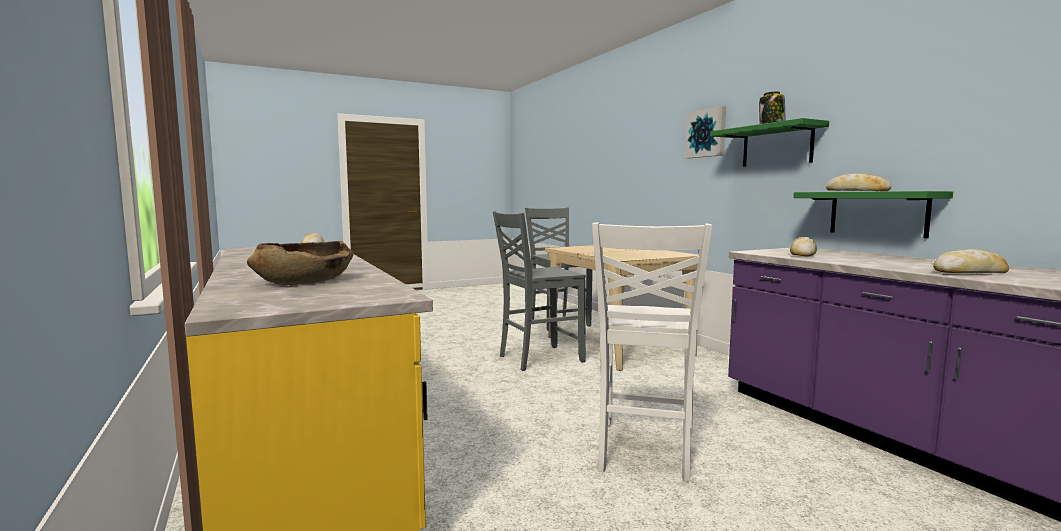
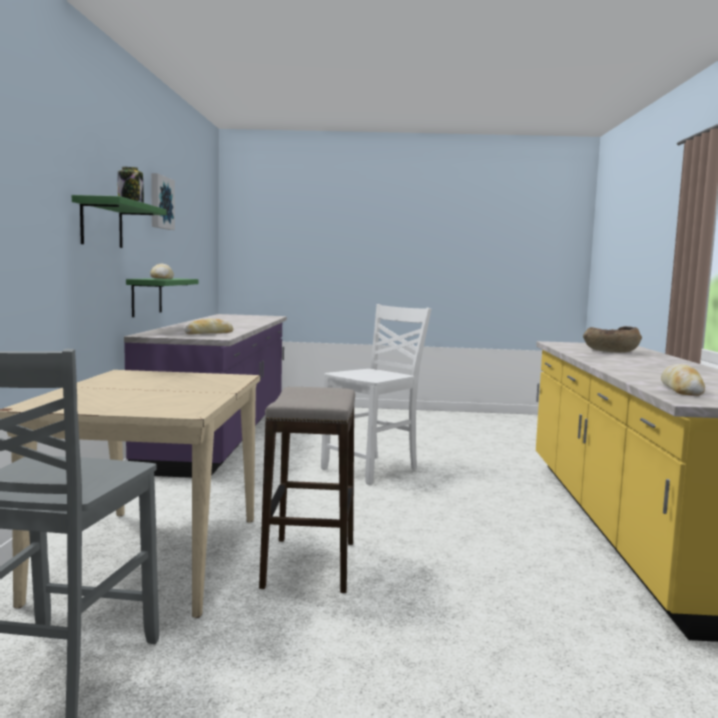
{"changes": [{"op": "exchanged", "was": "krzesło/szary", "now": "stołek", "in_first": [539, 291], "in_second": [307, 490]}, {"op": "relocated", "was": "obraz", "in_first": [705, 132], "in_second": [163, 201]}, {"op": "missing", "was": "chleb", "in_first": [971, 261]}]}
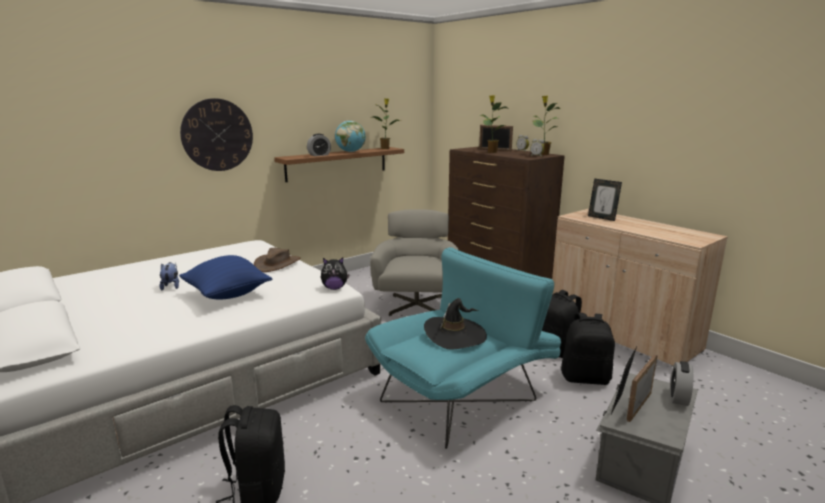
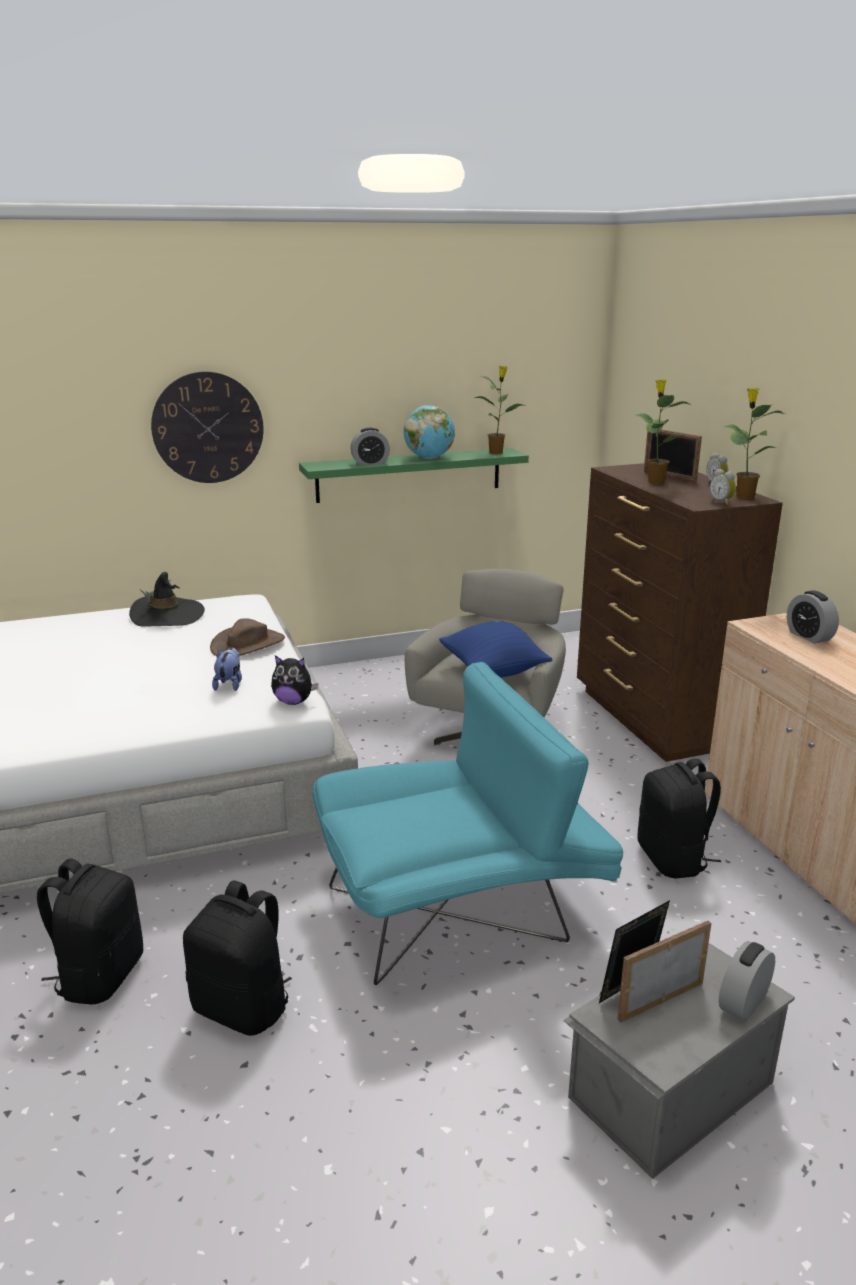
{"changes": [{"op": "relocated", "was": "pluszak", "in_first": [169, 276], "in_second": [227, 669]}, {"op": "relocated", "was": "poduszka/niebieski", "in_first": [225, 277], "in_second": [495, 649]}, {"op": "colour", "was": "półka/brązowy", "now": "półka/zielony", "in_first": [339, 164], "in_second": [414, 475]}, {"op": "relocated", "was": "kapelusz/czarny", "in_first": [455, 323], "in_second": [167, 599]}, {"op": "relocated", "was": "plecak/czarny", "in_first": [588, 349], "in_second": [237, 958]}, {"op": "exchanged", "was": "ramka na zdjęcie", "now": "budzik", "in_first": [605, 200], "in_second": [813, 617]}]}
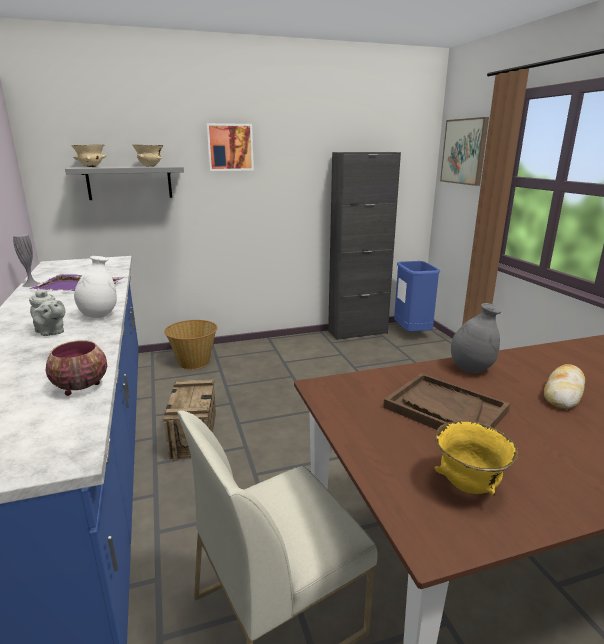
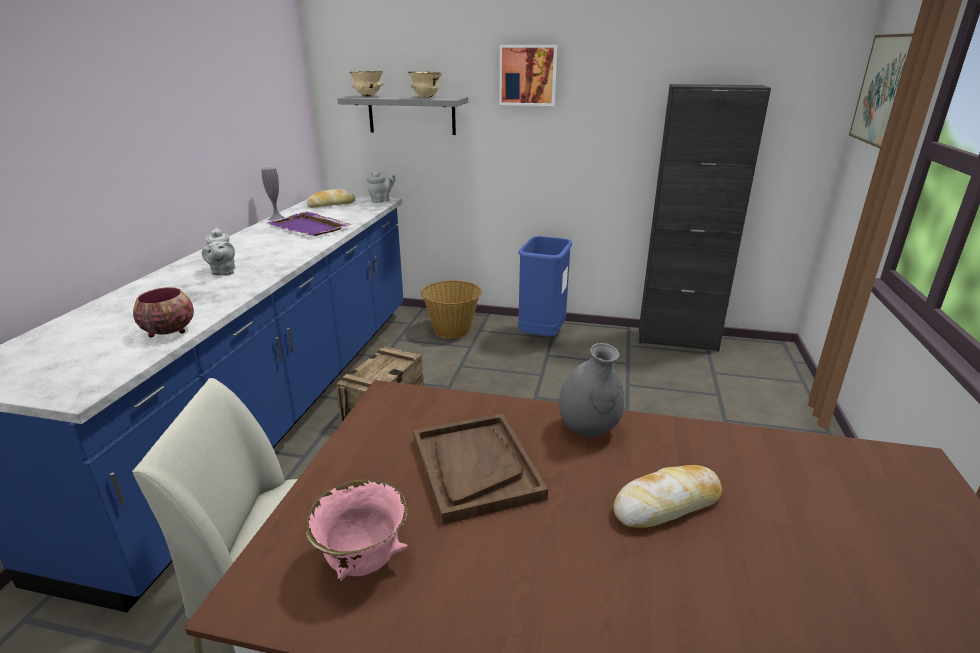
{"changes": [{"op": "missing", "was": "wazon/biały", "in_first": [95, 287]}, {"op": "relocated", "was": "kosz na śmieci/niebieski", "in_first": [417, 296], "in_second": [545, 286]}, {"op": "colour", "was": "miska/żółty", "now": "miska/różowy", "in_first": [476, 458], "in_second": [356, 530]}, {"op": "appeared", "now": "chleb", "in_second": [331, 198]}, {"op": "appeared", "now": "imbryk/szary", "in_second": [381, 187]}]}
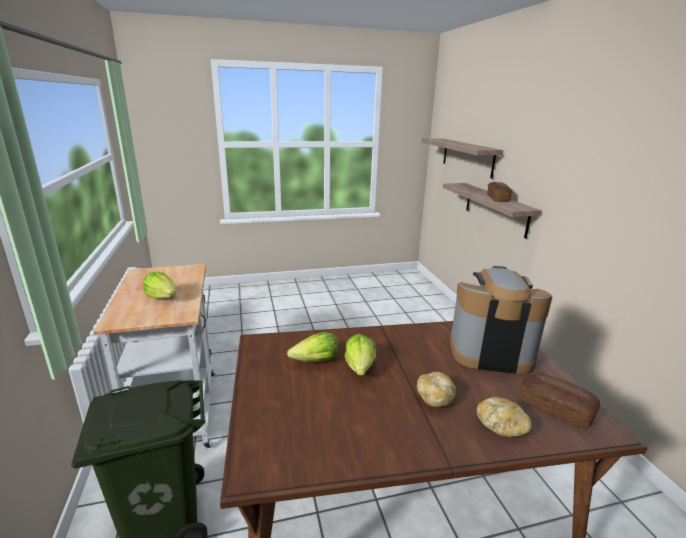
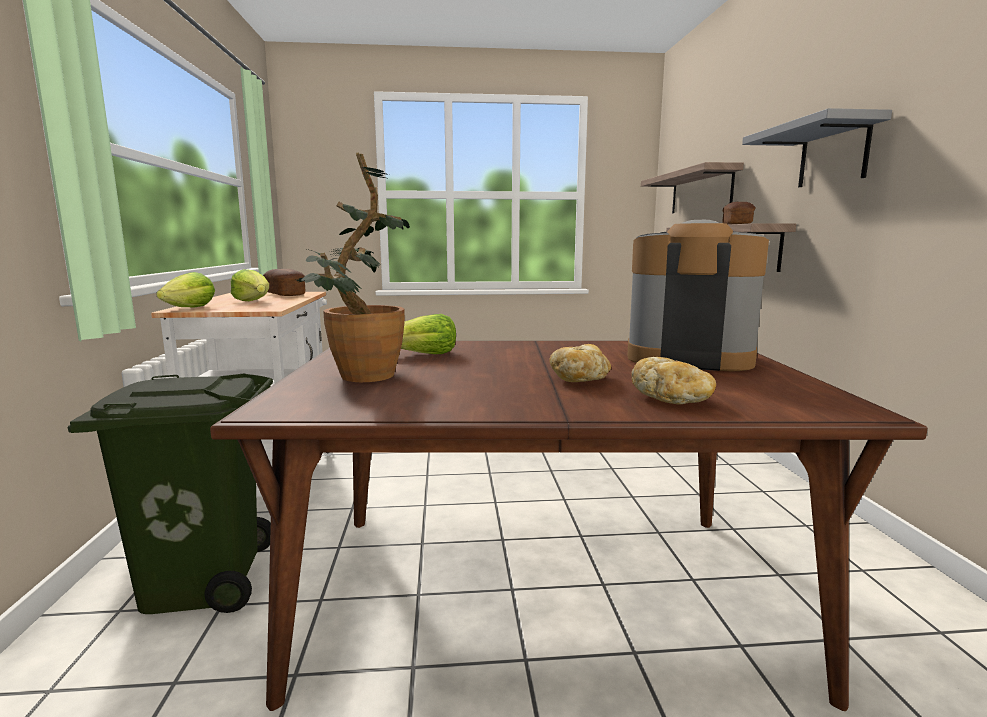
{"changes": [{"op": "relocated", "was": "sałata", "in_first": [360, 354], "in_second": [185, 290]}, {"op": "relocated", "was": "chleb", "in_first": [560, 400], "in_second": [284, 282]}, {"op": "appeared", "now": "roślina doniczkowa", "in_second": [352, 267]}, {"op": "appeared", "now": "półka/szary", "in_second": [817, 147]}]}
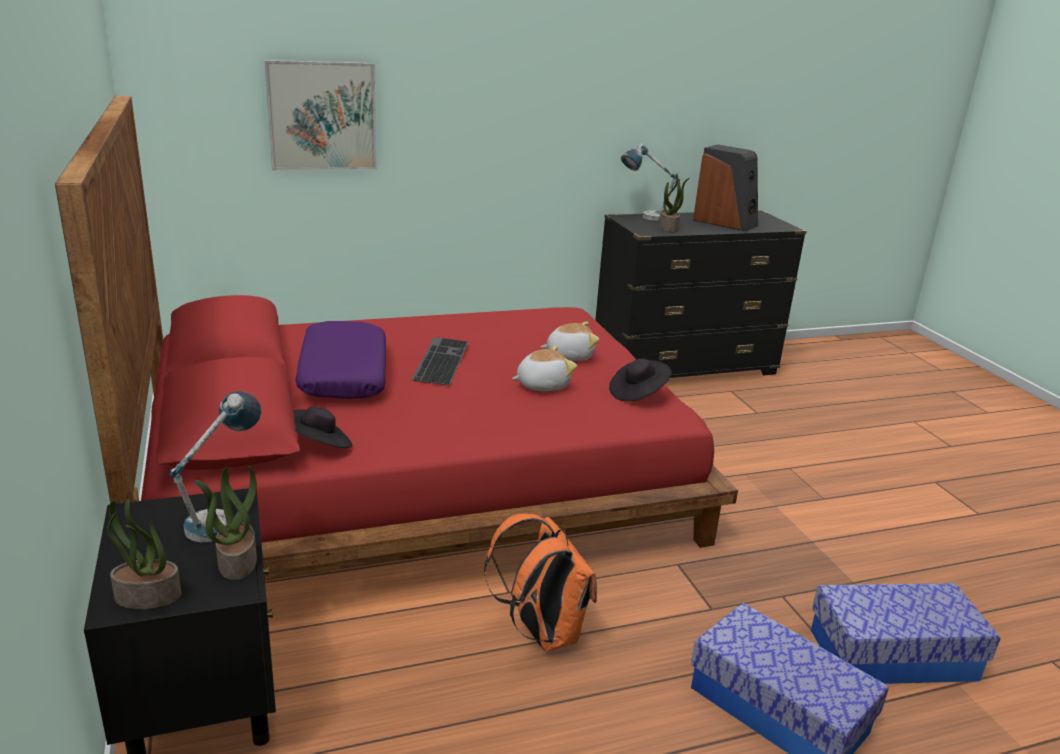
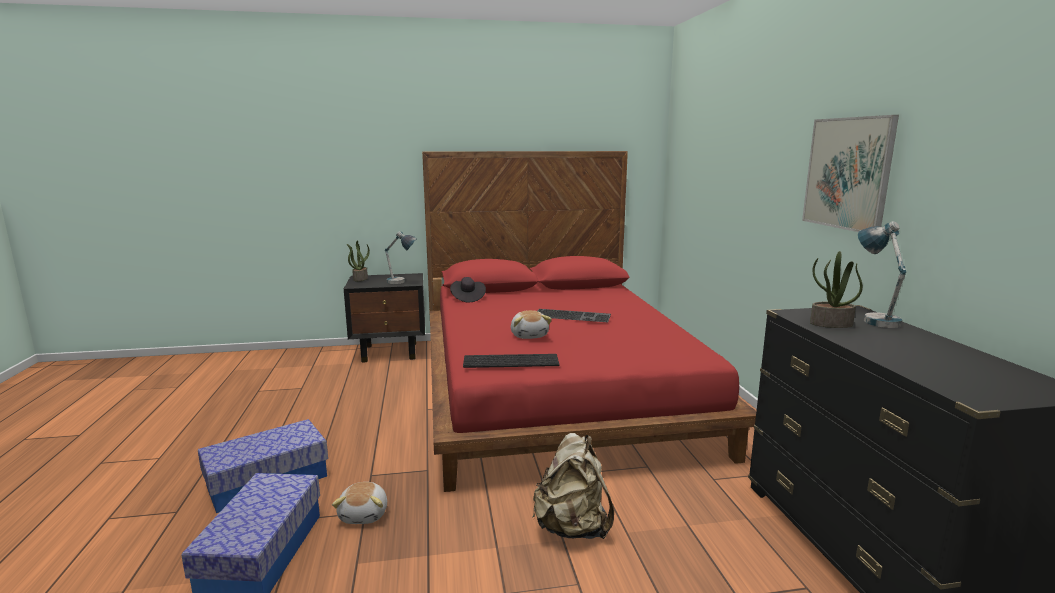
{"changes": [{"op": "missing", "was": "roślina doniczkowa", "in_first": [225, 523]}, {"op": "relocated", "was": "obraz", "in_first": [320, 115], "in_second": [850, 173]}, {"op": "missing", "was": "poduszka/fioletowy", "in_first": [341, 360]}, {"op": "missing", "was": "plecak/pomarańczowy", "in_first": [540, 582]}, {"op": "relocated", "was": "pluszak", "in_first": [570, 341], "in_second": [359, 503]}, {"op": "exchanged", "was": "kapelusz/czarny", "now": "klawiatura", "in_first": [640, 379], "in_second": [511, 361]}, {"op": "missing", "was": "głośnik", "in_first": [725, 188]}, {"op": "appeared", "now": "plecak/beżowy", "in_second": [573, 486]}]}
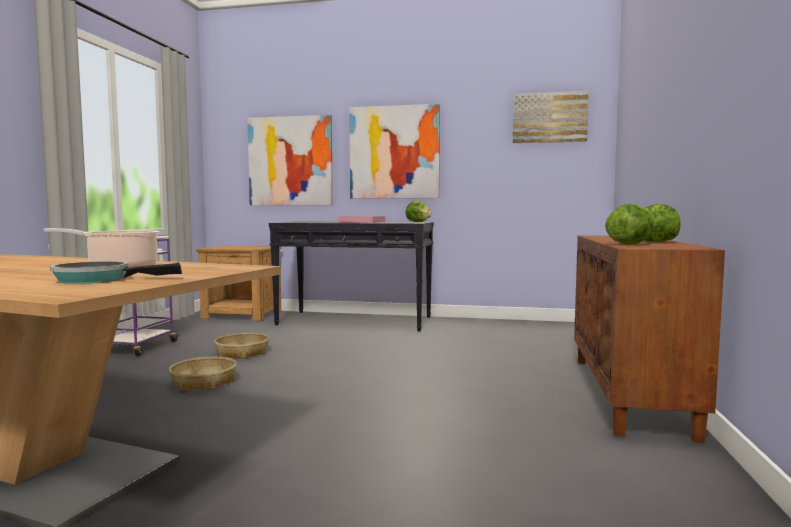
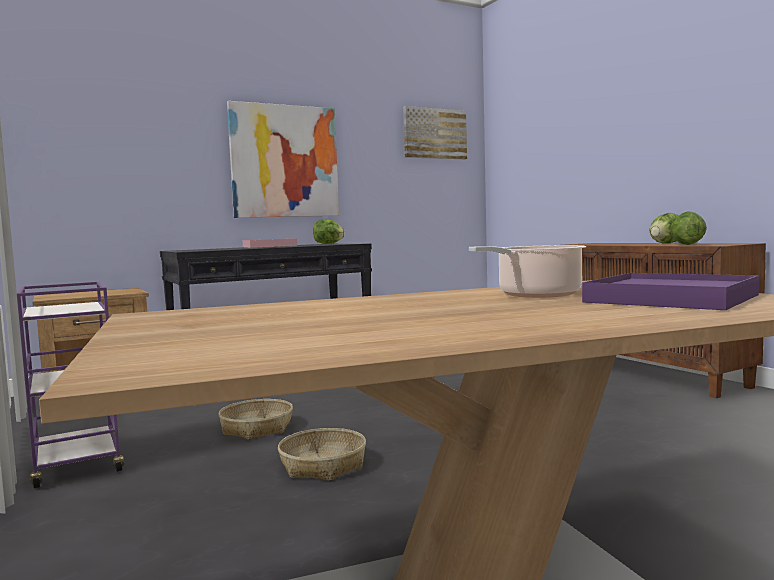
{"changes": [{"op": "exchanged", "was": "patelnia", "now": "taca/fioletowy", "in_first": [116, 272], "in_second": [670, 291]}, {"op": "missing", "was": "obraz", "in_first": [290, 160]}]}
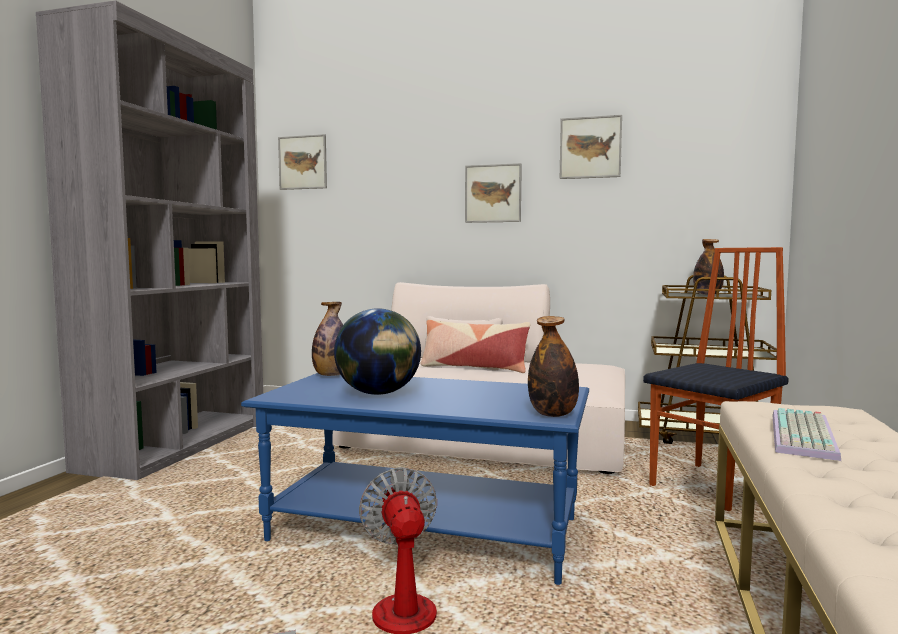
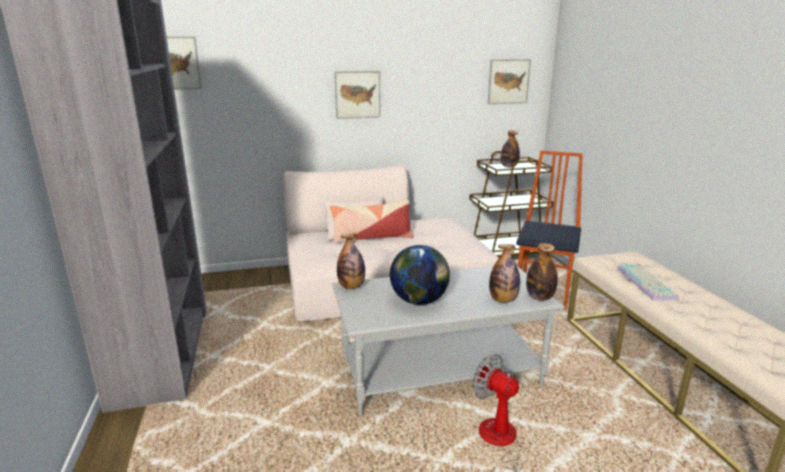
{"changes": [{"op": "colour", "was": "ława/niebieski", "now": "ława/szary", "in_first": [415, 479], "in_second": [448, 340]}, {"op": "relocated", "was": "obraz", "in_first": [591, 147], "in_second": [509, 81]}, {"op": "appeared", "now": "butelka", "in_second": [504, 273]}]}
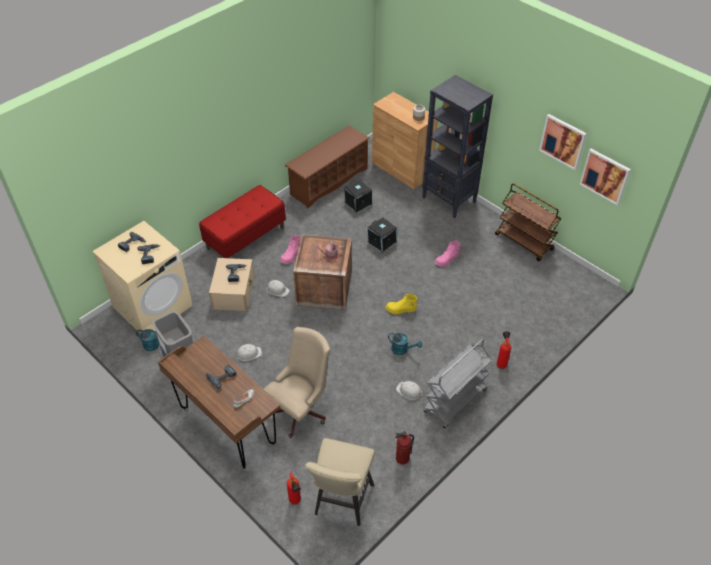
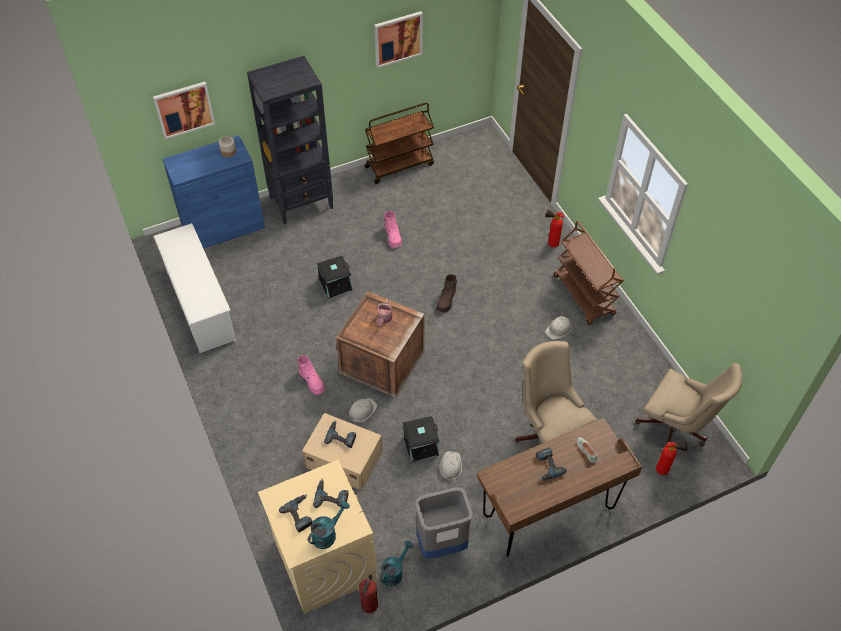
{"changes": [{"op": "missing", "was": "ławka/czerwony", "in_first": [242, 221]}, {"op": "colour", "was": "regał na buty/brązowy", "now": "regał na buty/biały", "in_first": [327, 166], "in_second": [195, 288]}, {"op": "exchanged", "was": "stołek/beżowy", "now": "krzesło biurowe/beżowy", "in_first": [340, 482], "in_second": [689, 407]}, {"op": "relocated", "was": "pojemnik do przechowywania/czarny", "in_first": [358, 196], "in_second": [421, 439]}, {"op": "colour", "was": "szafka/brązowy", "now": "szafka/niebieski", "in_first": [405, 140], "in_second": [213, 192]}, {"op": "colour", "was": "but z cholewką/żółty", "now": "but z cholewką/brązowy", "in_first": [401, 304], "in_second": [447, 293]}, {"op": "relocated", "was": "konewka/turkusowy", "in_first": [405, 344], "in_second": [329, 525]}, {"op": "relocated", "was": "gaśnica", "in_first": [404, 448], "in_second": [368, 593]}, {"op": "colour", "was": "wózek/szary", "now": "wózek/brązowy", "in_first": [458, 384], "in_second": [589, 273]}, {"op": "relocated", "was": "obraz", "in_first": [605, 177], "in_second": [184, 110]}]}
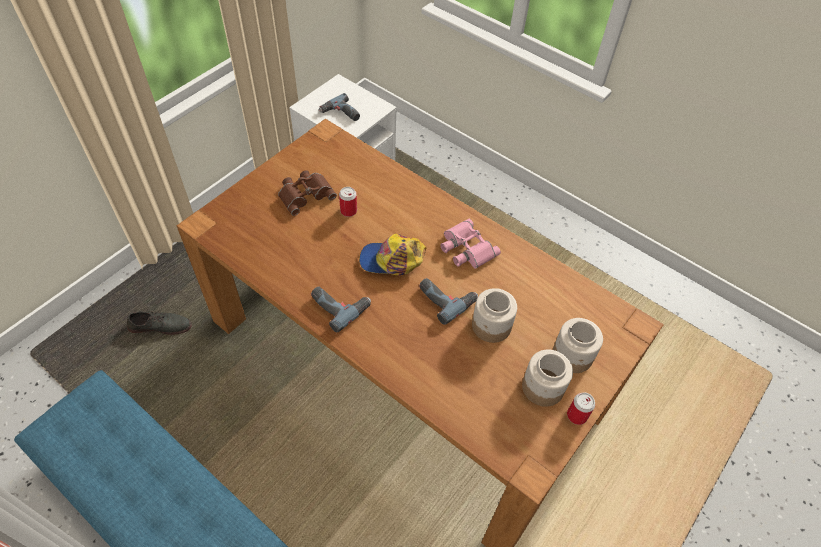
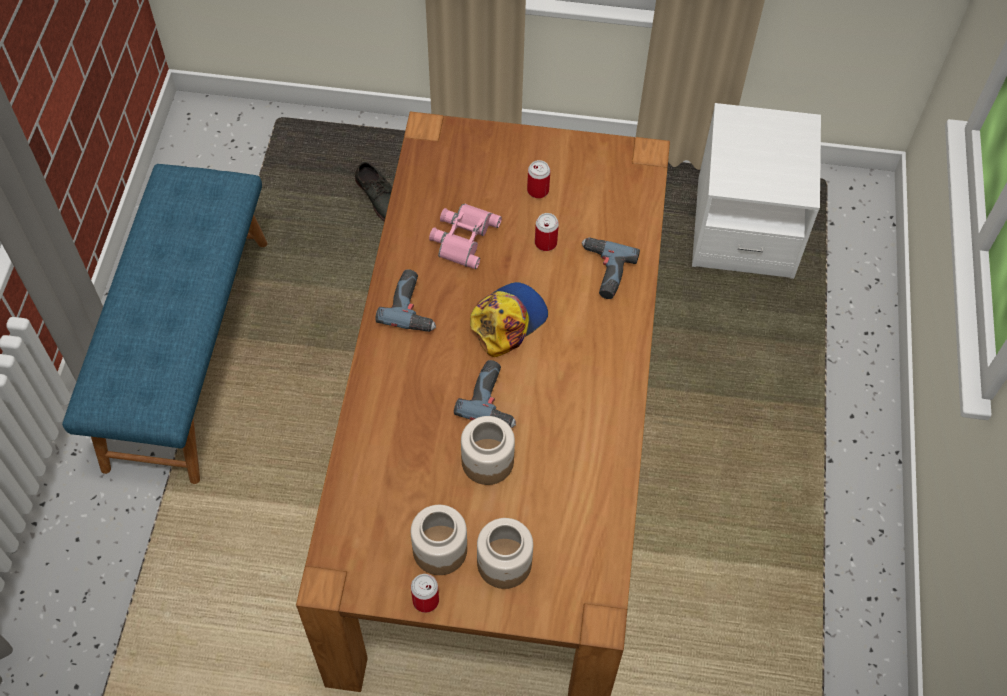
{"changes": [{"op": "exchanged", "was": "lornetka/brązowy", "now": "puszka", "in_first": [307, 193], "in_second": [538, 179]}, {"op": "relocated", "was": "wiertarka", "in_first": [339, 107], "in_second": [610, 268]}, {"op": "spun", "was": "czapka z daszkiem", "in_first": [392, 254], "in_second": [509, 319], "clockwise": 75}, {"op": "relocated", "was": "lornetka/różowy", "in_first": [470, 244], "in_second": [465, 236]}]}
